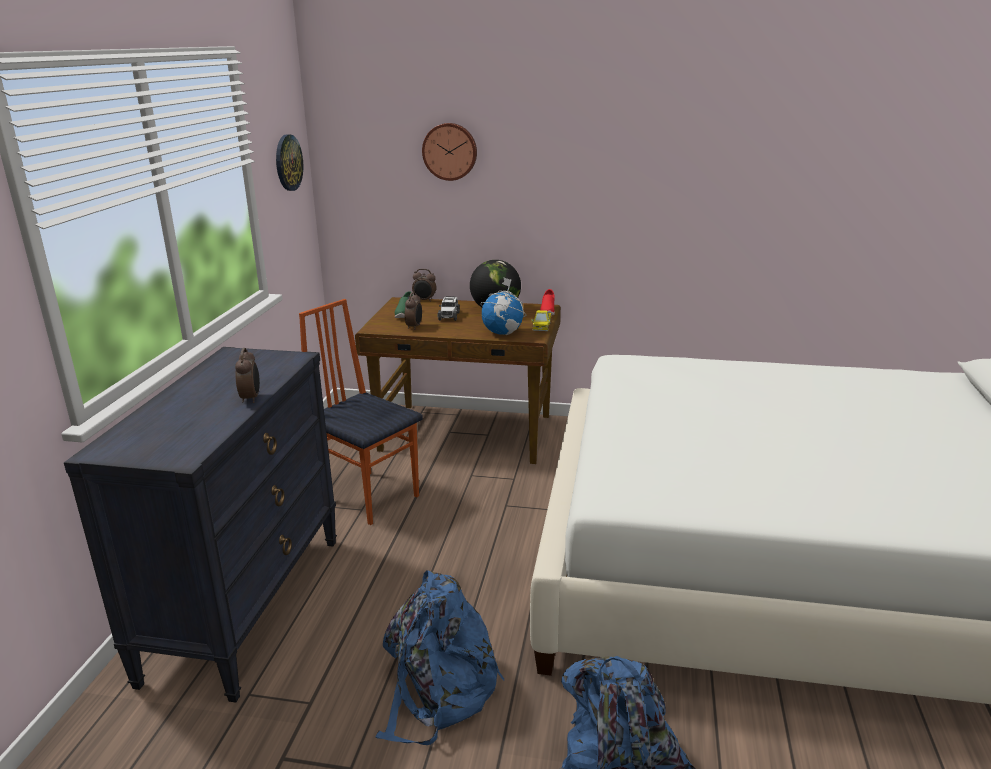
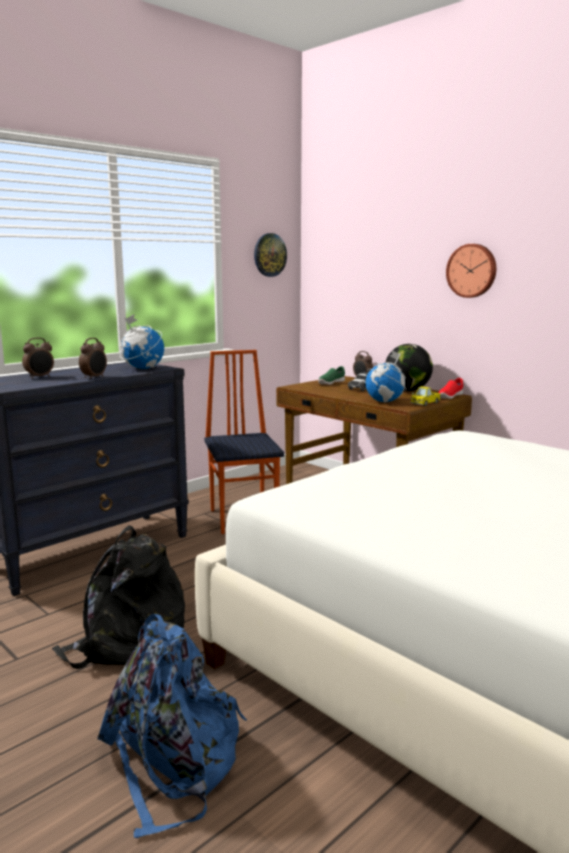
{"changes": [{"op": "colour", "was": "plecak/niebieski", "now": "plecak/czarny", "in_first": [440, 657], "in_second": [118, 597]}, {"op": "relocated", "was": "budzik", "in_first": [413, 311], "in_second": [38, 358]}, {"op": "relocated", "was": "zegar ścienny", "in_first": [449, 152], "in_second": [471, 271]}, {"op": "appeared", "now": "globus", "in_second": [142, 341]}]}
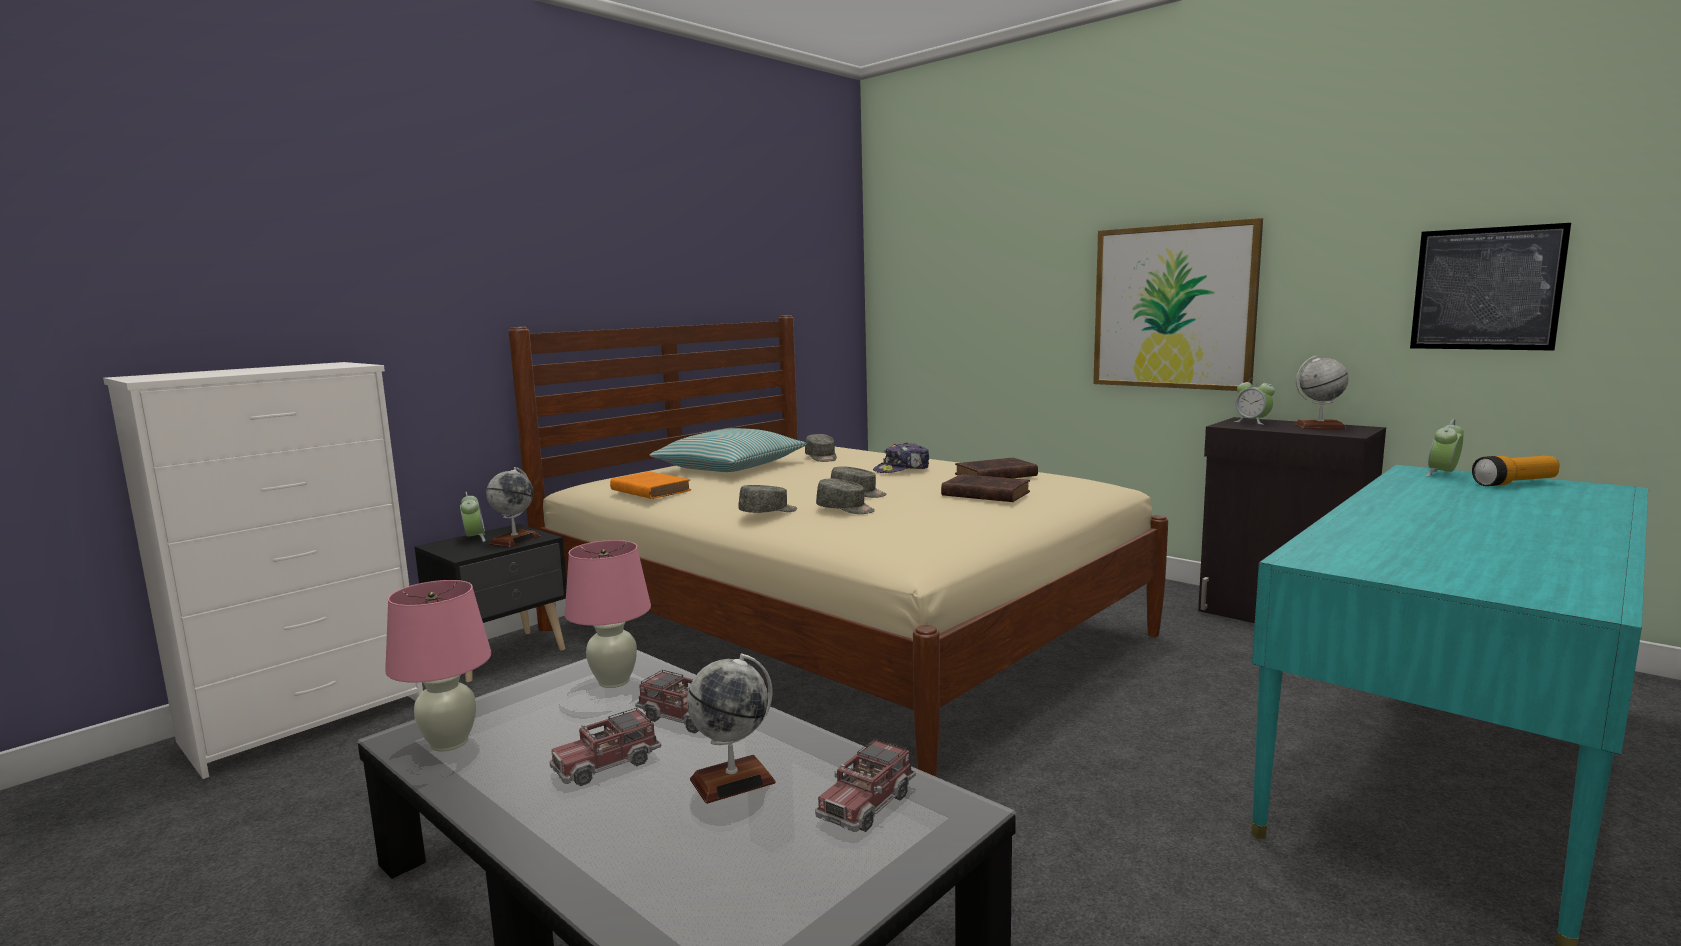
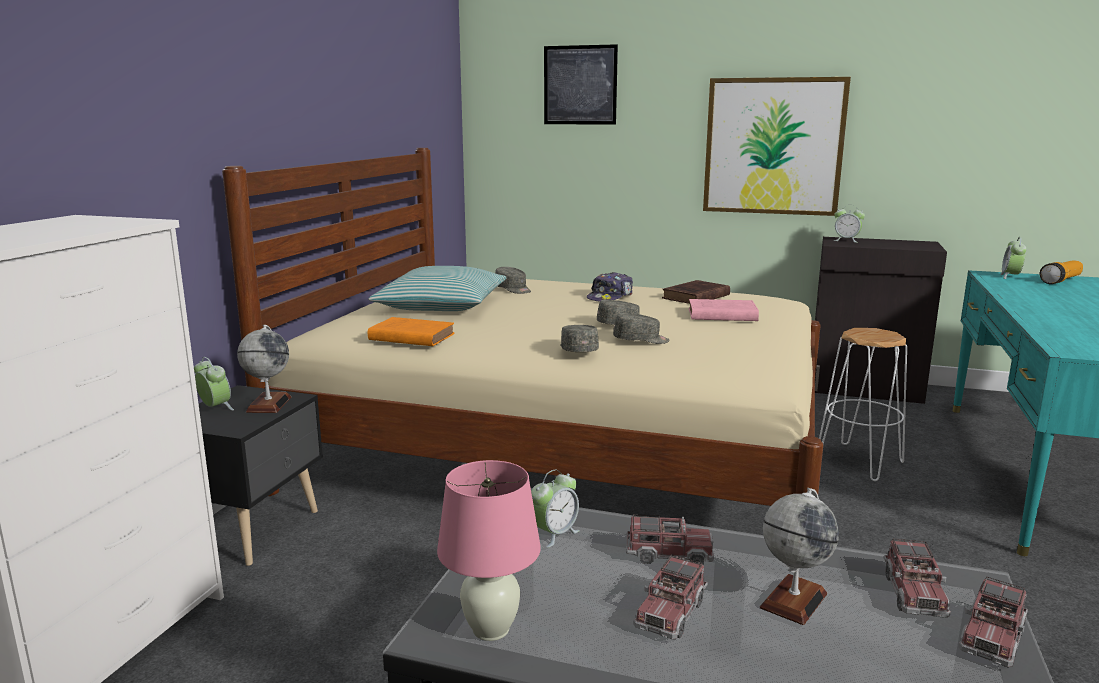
{"changes": [{"op": "exchanged", "was": "lampa stołowa/różowy", "now": "budzik", "in_first": [607, 614], "in_second": [555, 508]}, {"op": "spun", "was": "czapka z daszkiem/szary", "in_first": [768, 499], "in_second": [580, 338], "clockwise": -45}, {"op": "colour", "was": "książka/brązowy", "now": "książka/różowy", "in_first": [985, 488], "in_second": [724, 310]}, {"op": "missing", "was": "globus", "in_first": [1321, 392]}, {"op": "relocated", "was": "obraz", "in_first": [1490, 287], "in_second": [581, 84]}, {"op": "appeared", "now": "stołek/biały", "in_second": [863, 404]}, {"op": "appeared", "now": "ciężarówka zabawkowa", "in_second": [993, 622]}]}
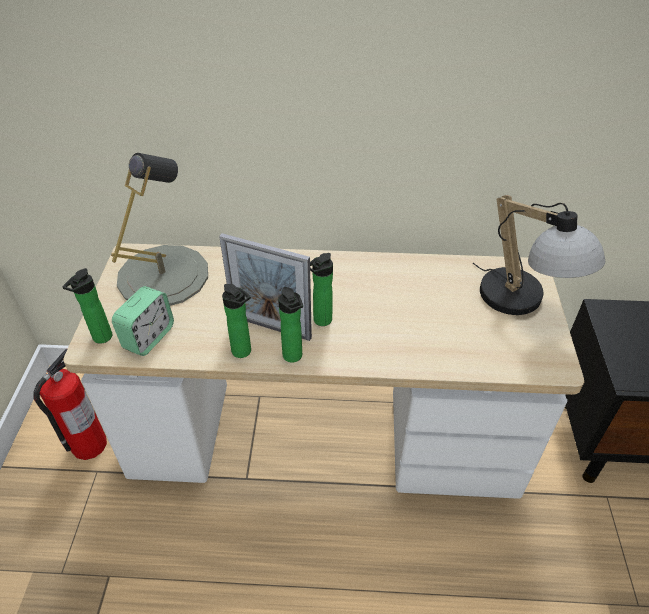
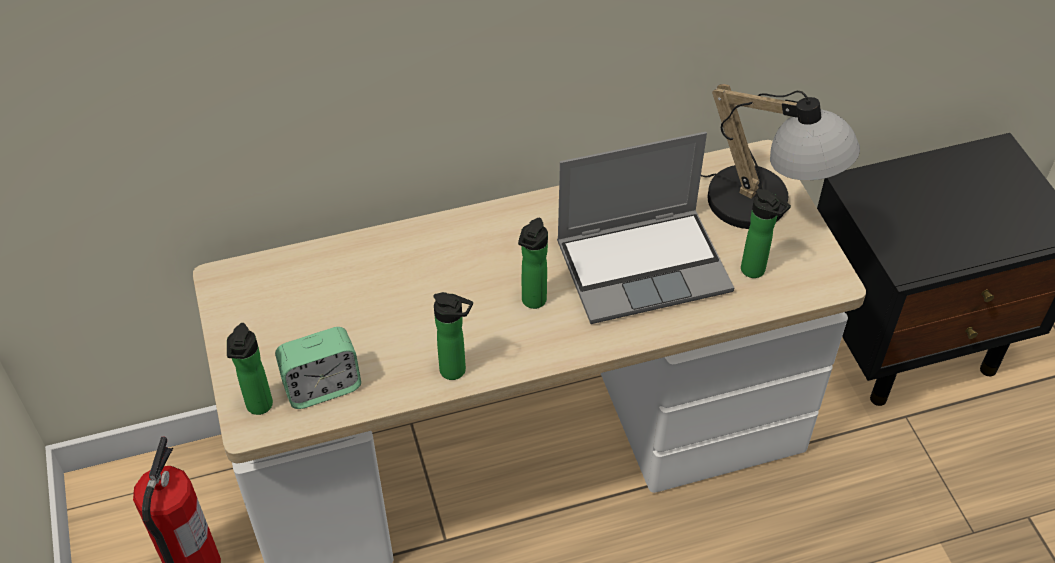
{"changes": [{"op": "missing", "was": "lampa stołowa/szary", "in_first": [159, 229]}, {"op": "spun", "was": "budzik", "in_first": [143, 321], "in_second": [318, 368], "clockwise": 60}, {"op": "missing", "was": "ramka na zdjęcie", "in_first": [265, 287]}, {"op": "relocated", "was": "butelka", "in_first": [290, 325], "in_second": [766, 233]}, {"op": "appeared", "now": "laptop", "in_second": [645, 228]}]}
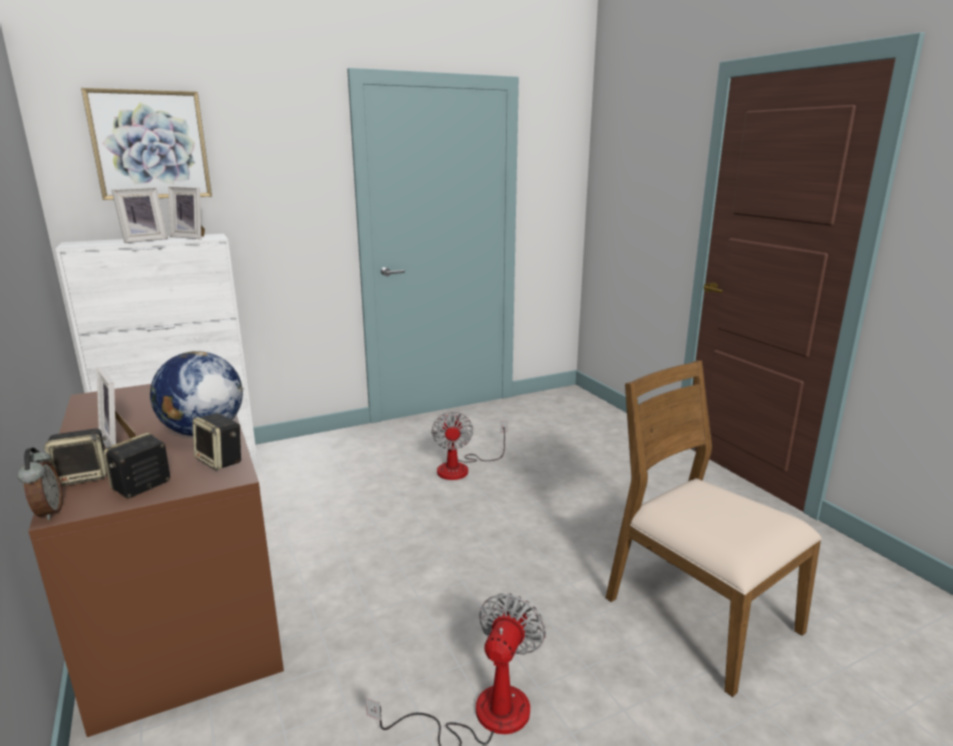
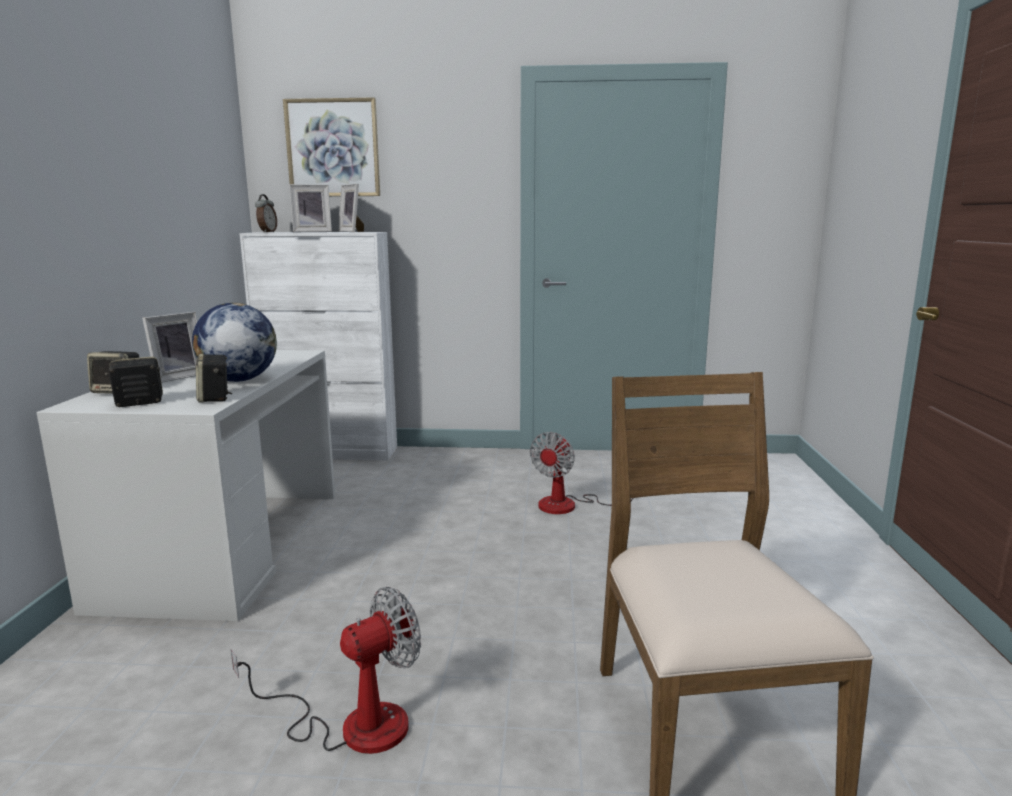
{"changes": [{"op": "relocated", "was": "budzik", "in_first": [40, 484], "in_second": [266, 213]}, {"op": "colour", "was": "biurko/brązowy", "now": "biurko/biały", "in_first": [156, 560], "in_second": [185, 485]}, {"op": "spun", "was": "ramka na zdjęcie", "in_first": [116, 407], "in_second": [169, 347], "clockwise": -135}]}
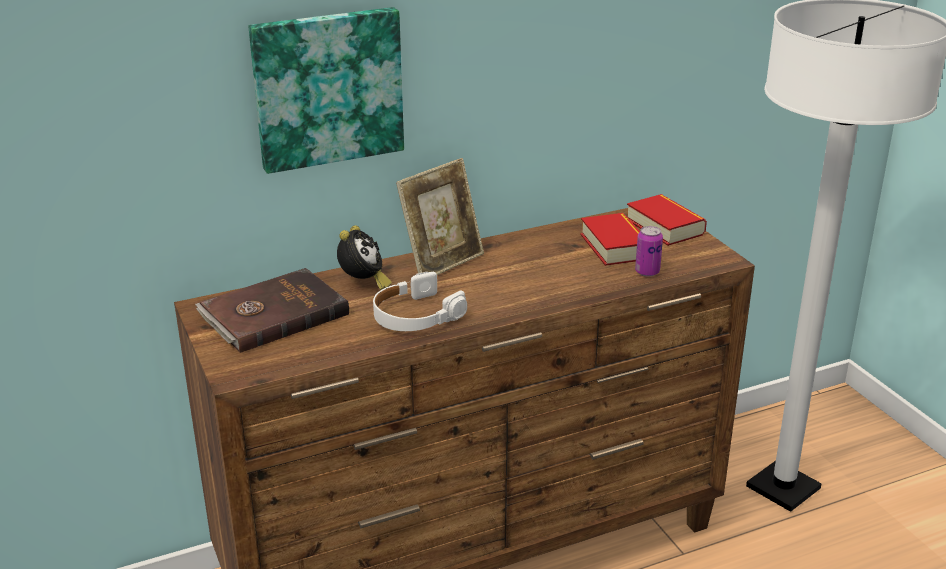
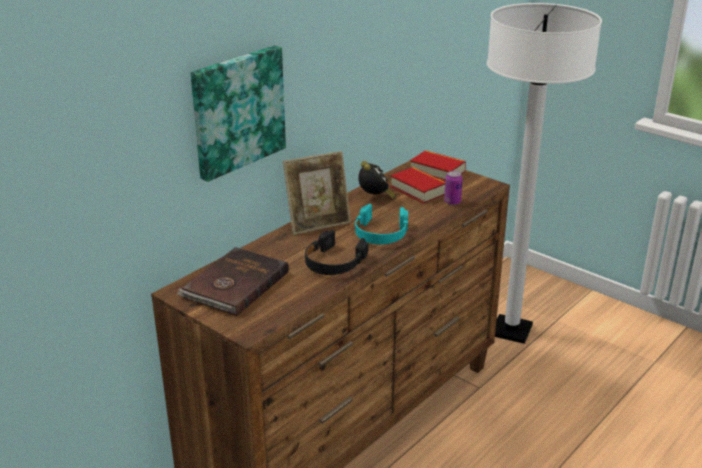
{"changes": [{"op": "relocated", "was": "budzik", "in_first": [364, 257], "in_second": [377, 180]}, {"op": "colour", "was": "słuchawki/biały", "now": "słuchawki/czarny", "in_first": [420, 301], "in_second": [337, 252]}, {"op": "spun", "was": "ramka na zdjęcie", "in_first": [440, 216], "in_second": [317, 193], "clockwise": 45}, {"op": "appeared", "now": "słuchawki/turkusowy", "in_second": [381, 224]}]}
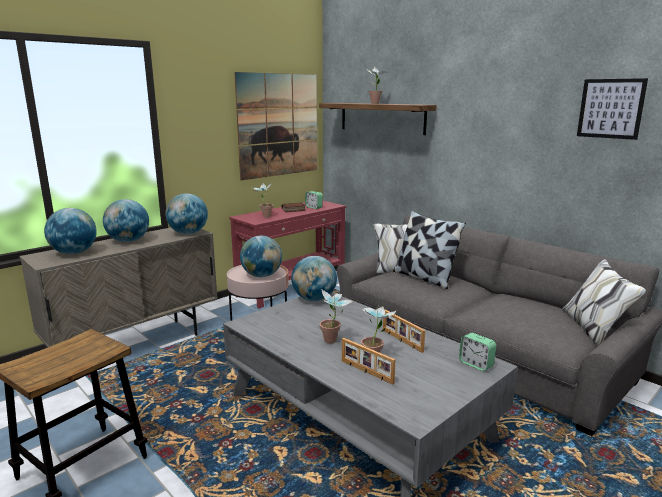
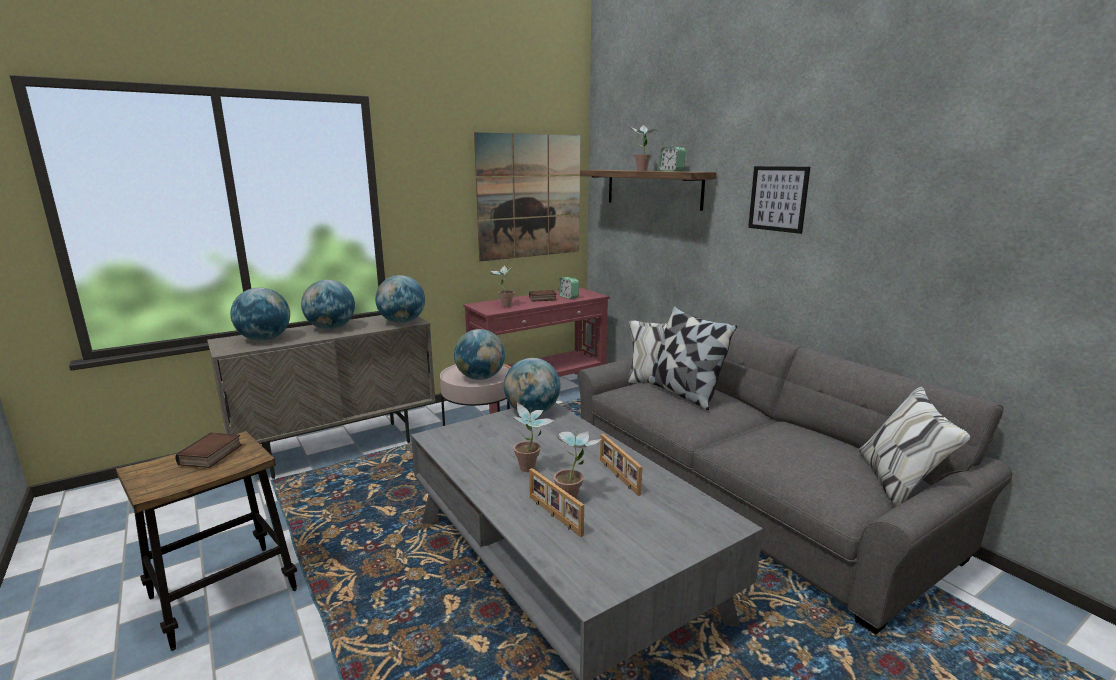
{"changes": [{"op": "relocated", "was": "budzik", "in_first": [477, 352], "in_second": [672, 159]}, {"op": "relocated", "was": "obraz", "in_first": [612, 109], "in_second": [779, 200]}, {"op": "appeared", "now": "książka", "in_second": [208, 450]}]}
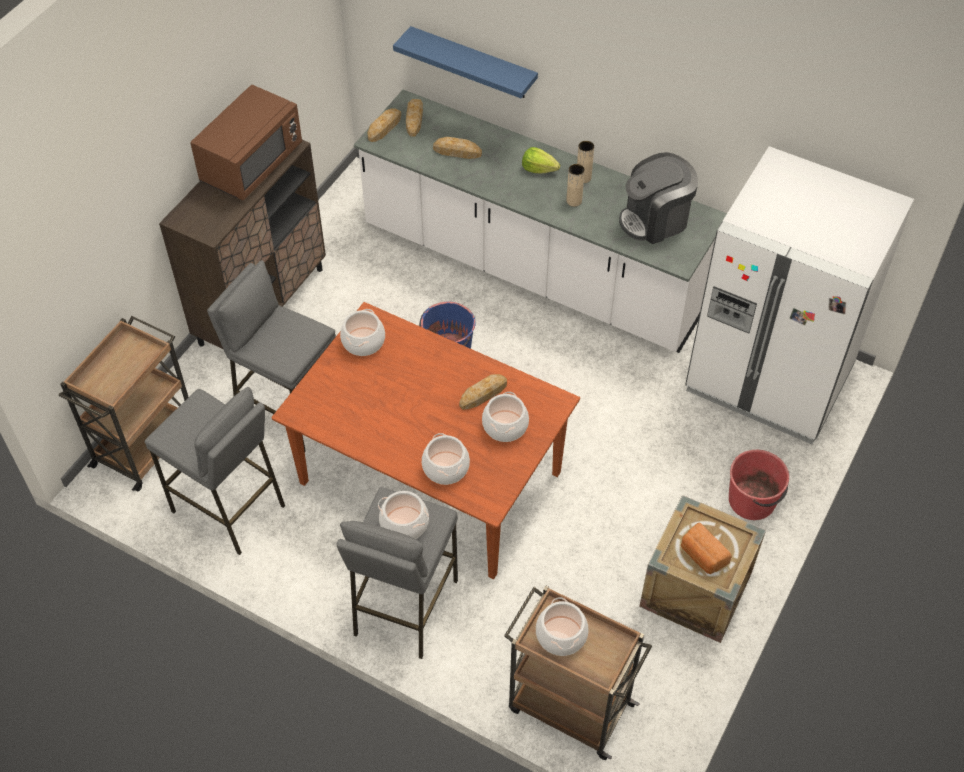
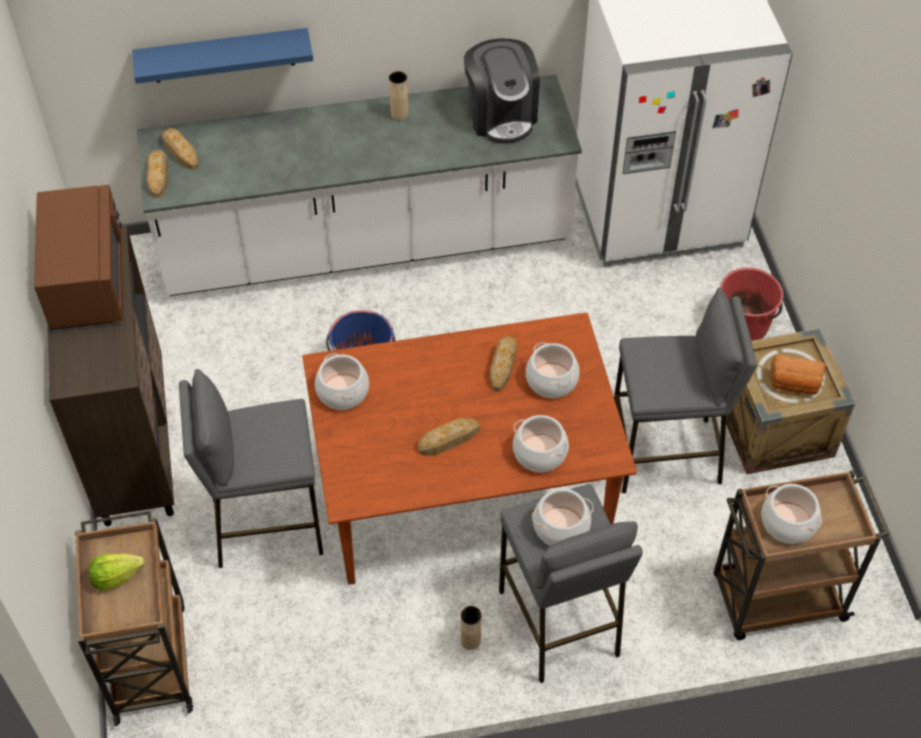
{"changes": [{"op": "relocated", "was": "stołek/szary", "in_first": [215, 471], "in_second": [685, 390]}, {"op": "relocated", "was": "chleb", "in_first": [457, 148], "in_second": [449, 437]}, {"op": "relocated", "was": "sałata", "in_first": [541, 160], "in_second": [117, 572]}, {"op": "relocated", "was": "wazon/beżowy", "in_first": [575, 185], "in_second": [471, 628]}, {"op": "spun", "was": "ekspres do kawy", "in_first": [658, 198], "in_second": [502, 91], "clockwise": -45}]}
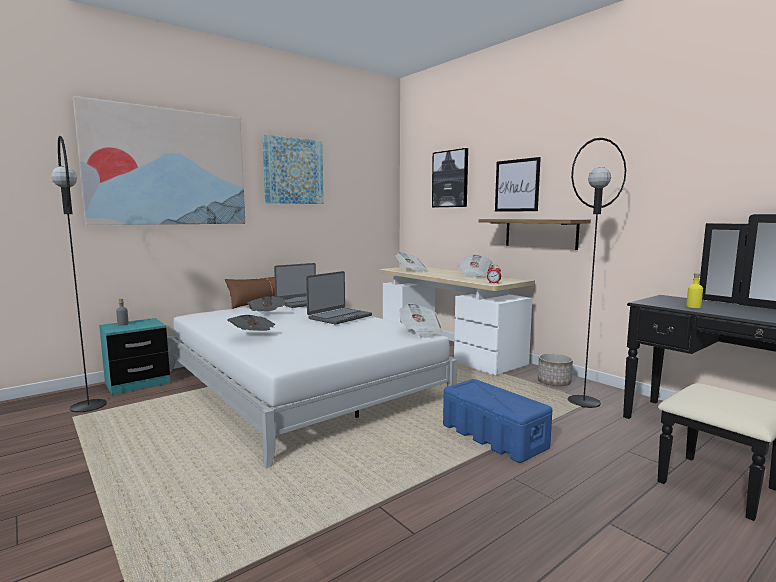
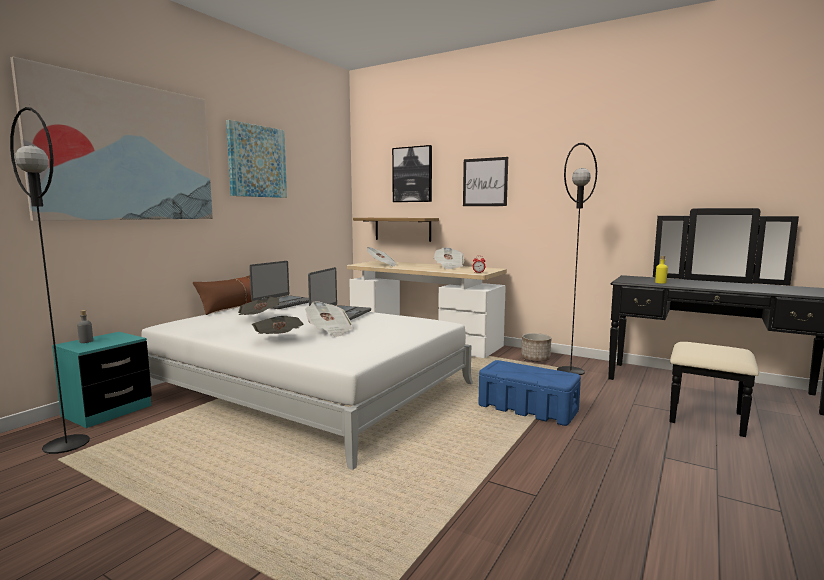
{"changes": [{"op": "relocated", "was": "gazeta", "in_first": [421, 320], "in_second": [329, 319]}, {"op": "relocated", "was": "półka", "in_first": [535, 234], "in_second": [396, 230]}]}
